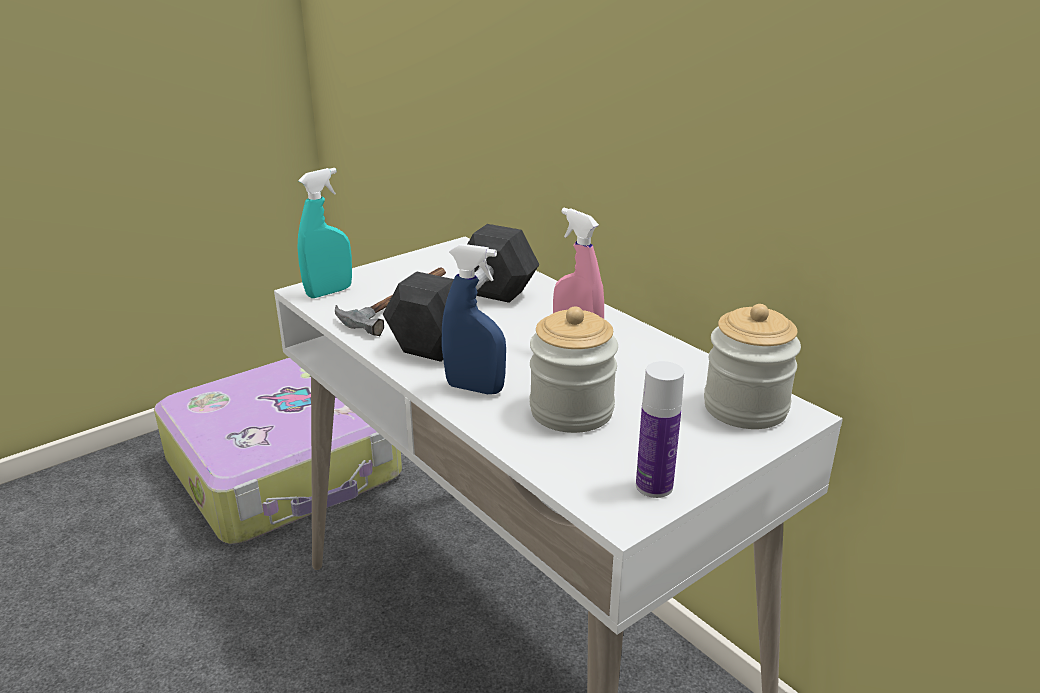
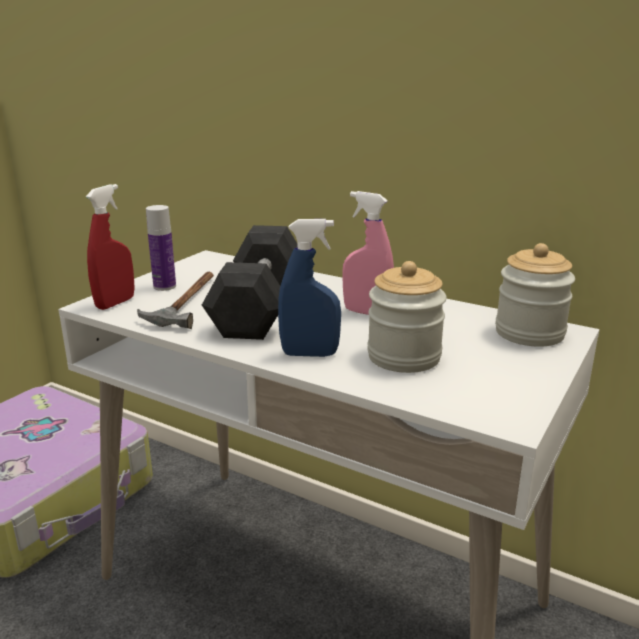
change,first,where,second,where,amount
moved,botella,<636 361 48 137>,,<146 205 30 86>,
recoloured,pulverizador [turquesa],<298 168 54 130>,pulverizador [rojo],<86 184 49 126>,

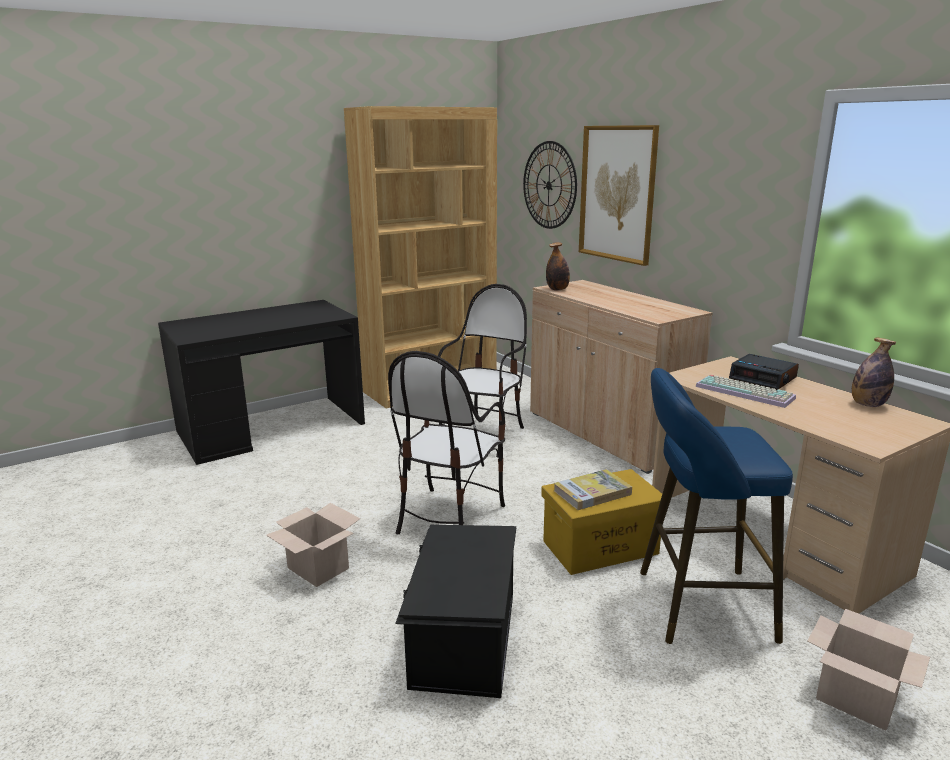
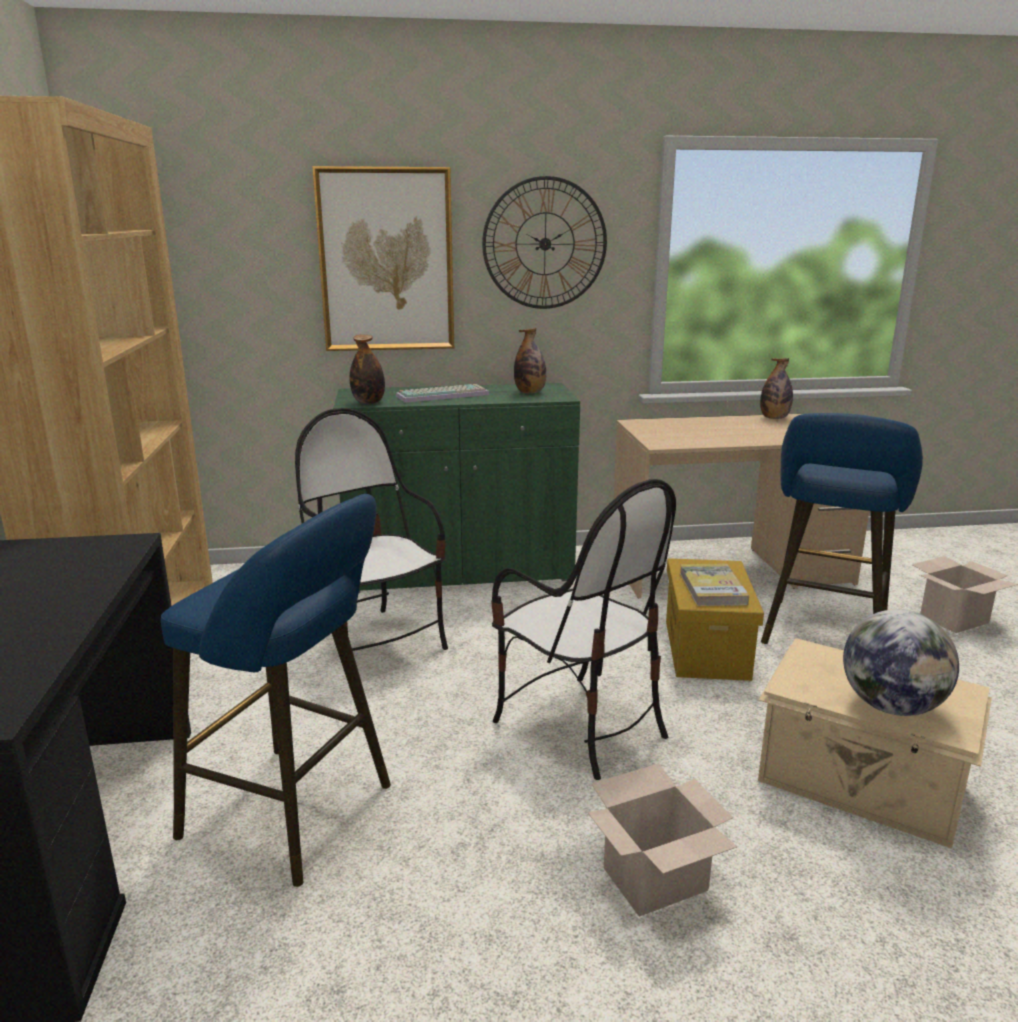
change,first,where,second,where,amount
removed,despertador,<729 354 70 36>,,,
added,,,taburete [azul],<161 494 230 393>,
added,,,botella,<514 328 32 65>,
added,,,globo terráqueo,<843 609 116 107>,
moved,reloj de pared,<523 141 54 88>,,<482 176 125 133>,
moved,teclado,<695 375 101 33>,,<396 384 93 19>,
recoloured,caja de almacenaje [negro],<395 525 121 173>,caja de almacenaje [beis],<758 638 234 210>,
recoloured,armario [beis],<530 280 183 194>,armario [verde],<333 383 247 210>,

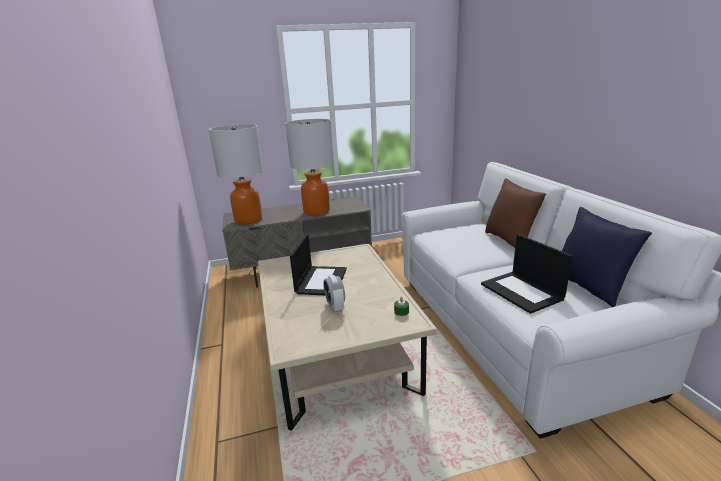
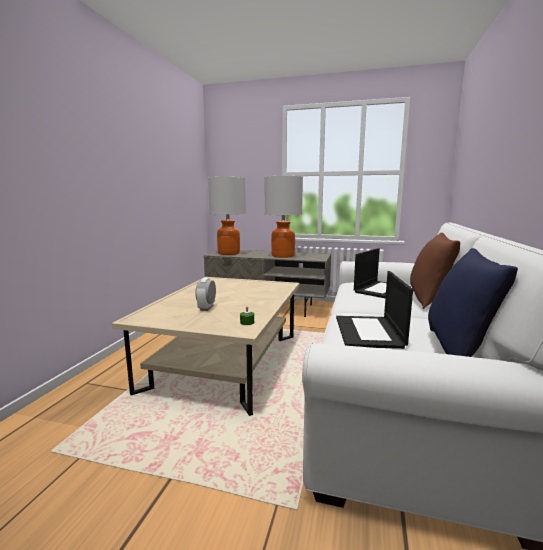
change,first,where,second,where,amount
moved,portátil,<290 234 57 61>,,<354 248 57 50>,

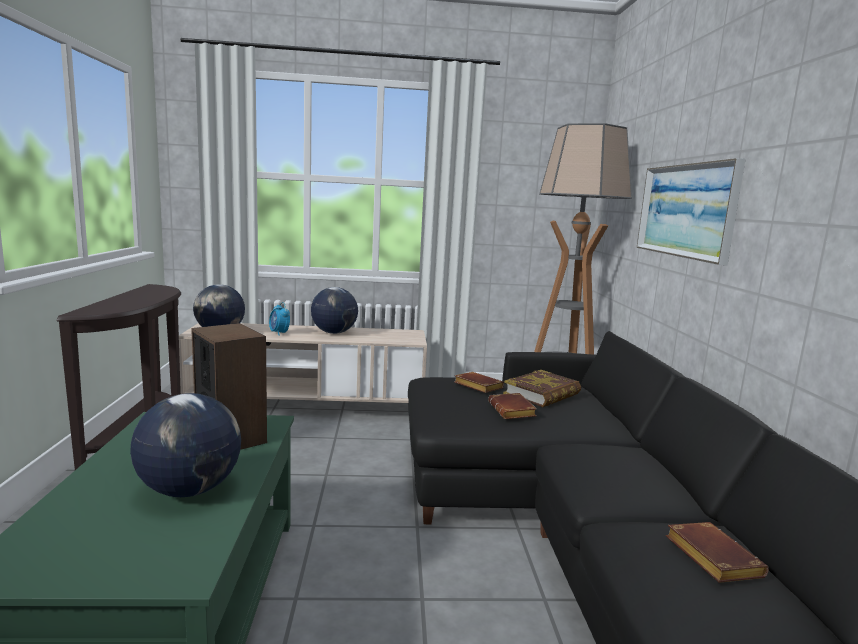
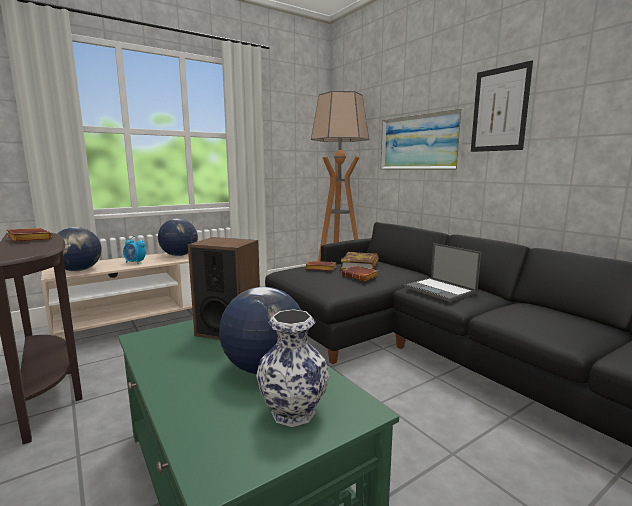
change,first,where,second,where,amount
added,,,florero,<256 309 74 118>,
added,,,portátil,<404 243 77 59>,
added,,,cuadro,<471 60 62 92>,
moved,libro [marrón],<666 522 103 61>,,<7 228 45 14>,

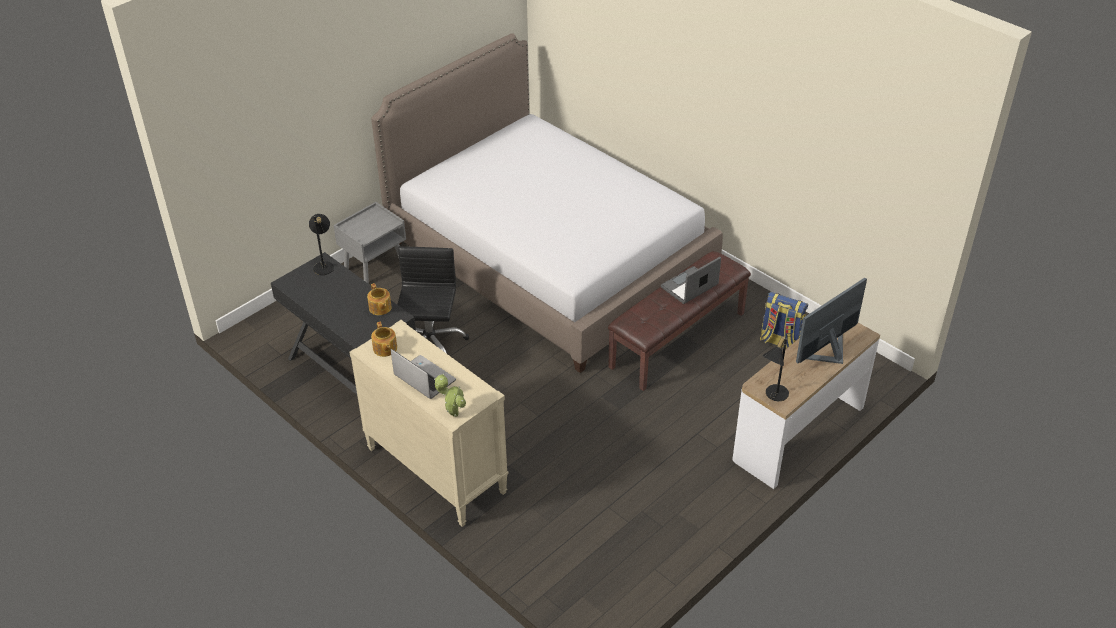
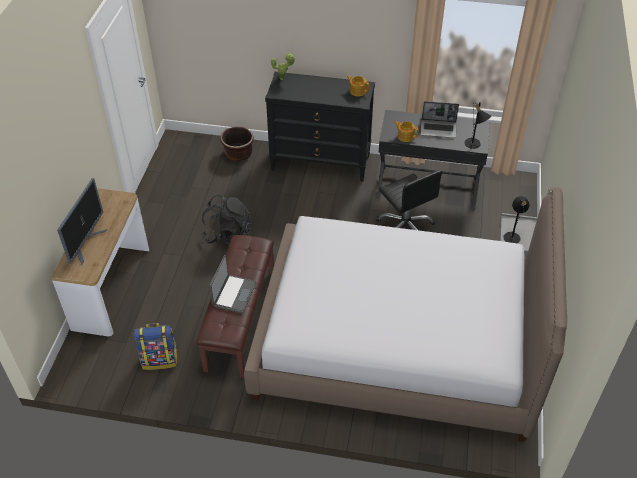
change,first,where,second,where,amount
added,,,mochila [negro],<201 194 52 51>,
added,,,maceta [marrón],<220 126 34 35>,
moved,portátil,<391 349 65 50>,,<421 101 38 37>,
moved,lámpara de mesa [negro],<762 336 27 65>,,<503 196 26 48>,
recoloured,cómoda [beis],<349 320 159 207>,cómoda [negro],<265 72 110 109>,

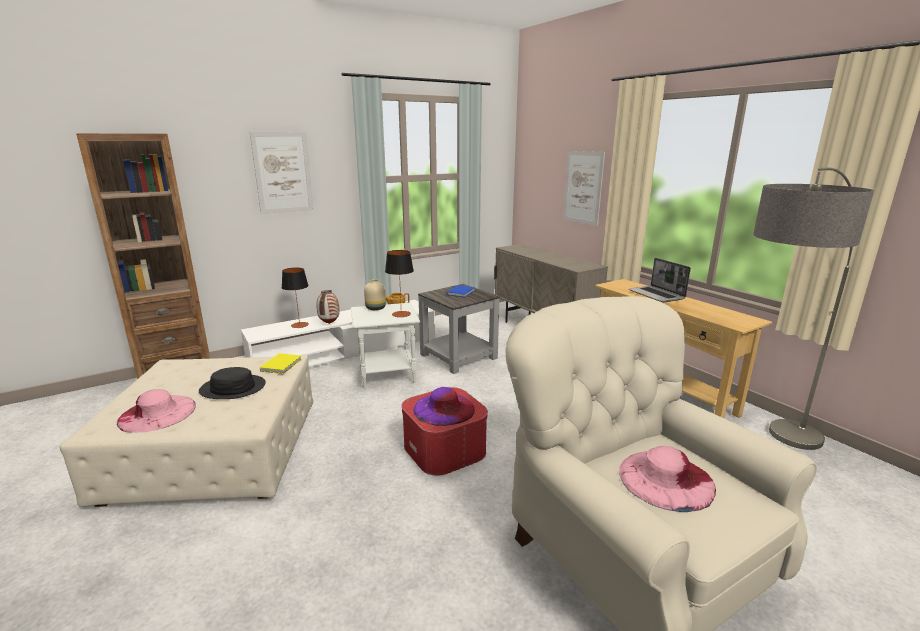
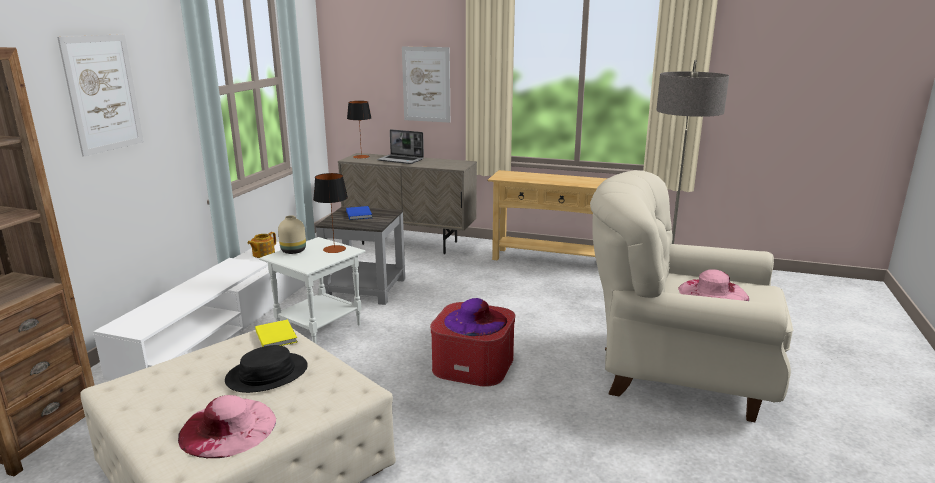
change,first,where,second,where,amount
removed,florero,<316 290 24 34>,,,
moved,lámpara de mesa,<282 268 27 60>,,<347 101 24 58>,
moved,portátil,<629 258 62 45>,,<377 129 47 35>,

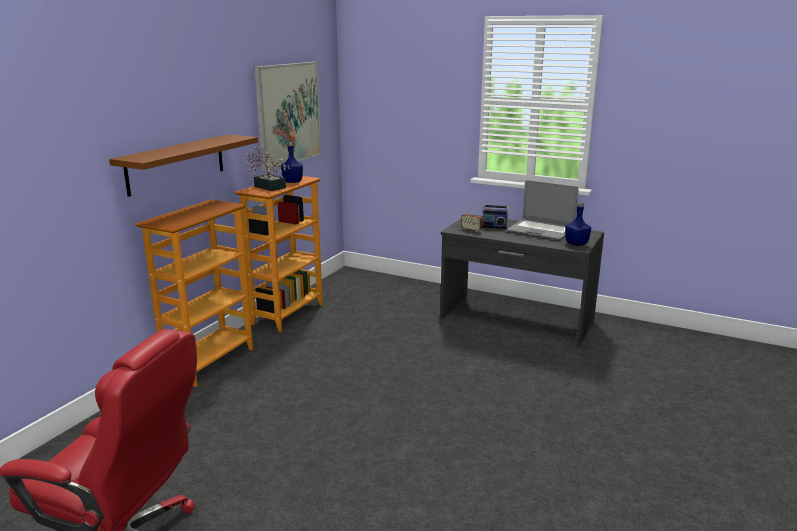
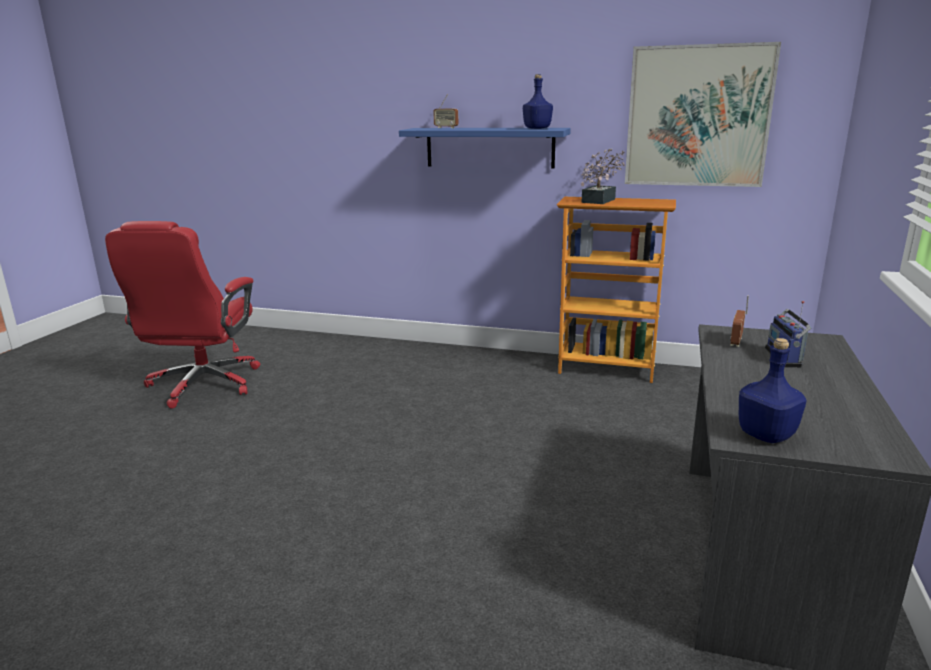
change,first,where,second,where,amount
removed,estantería,<135 199 118 188>,,,
removed,portátil,<507 180 72 60>,,,
added,,,radio,<433 94 26 34>,
moved,botella [azul],<281 142 22 41>,,<523 74 30 55>,
recoloured,estante [marrón],<109 134 149 63>,estante [azul],<399 128 172 40>,

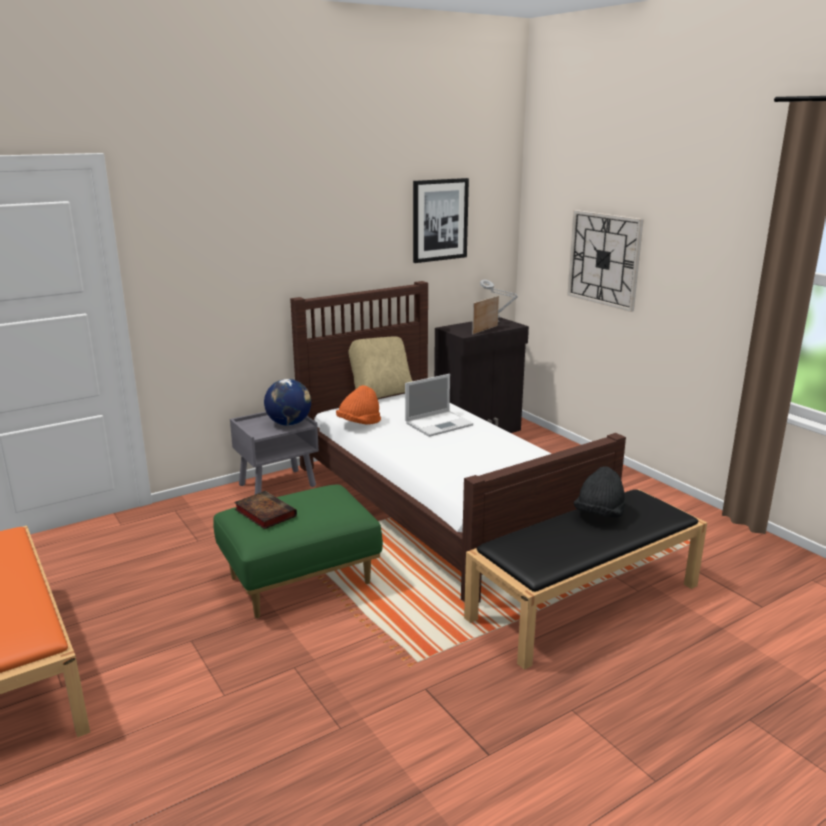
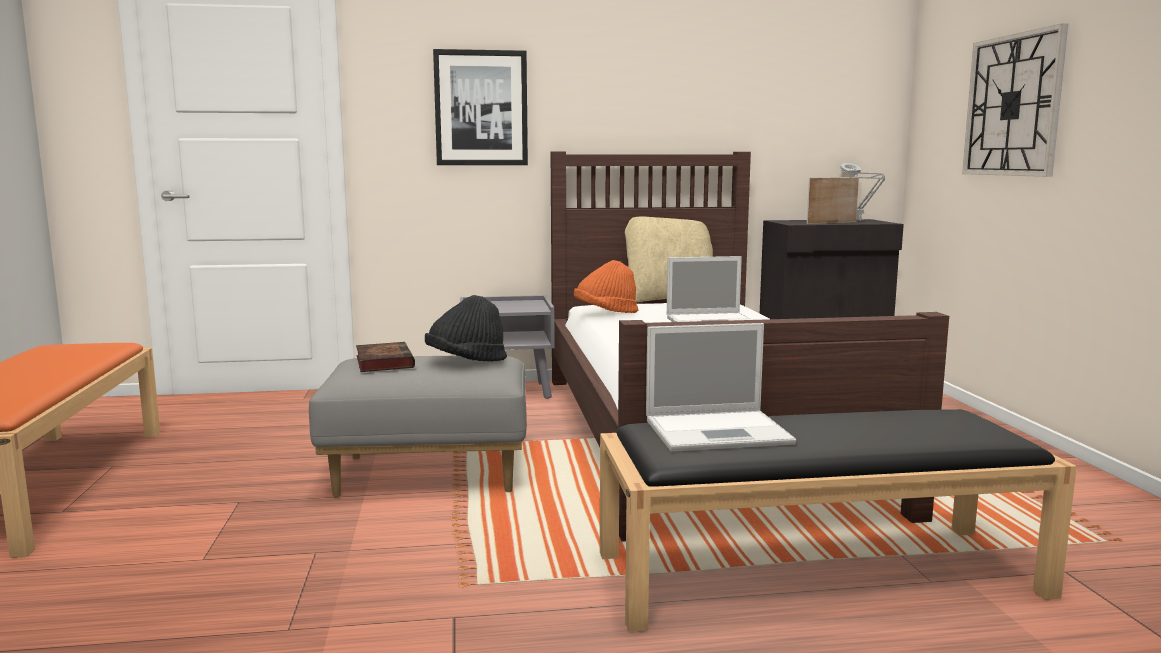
change,first,where,second,where,amount
removed,globo terráqueo,<264 379 47 47>,,,
added,,,portátil,<646 323 150 128>,
moved,cuadro,<413 178 56 85>,,<433 49 95 116>,
moved,sombrero [negro],<574 466 51 52>,,<425 295 82 67>,
recoloured,puf [verde],<213 485 170 133>,puf [gris],<309 355 218 143>,

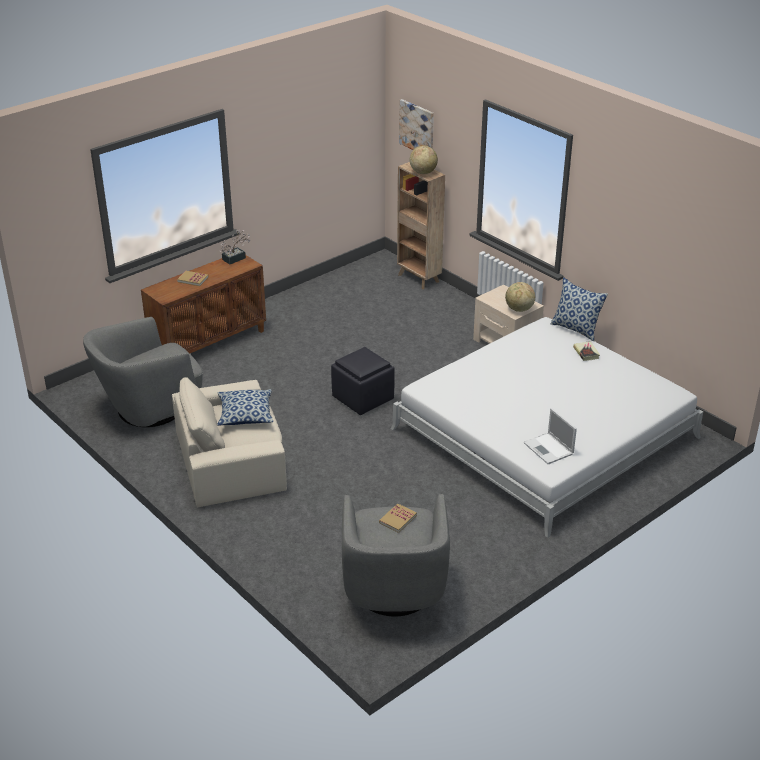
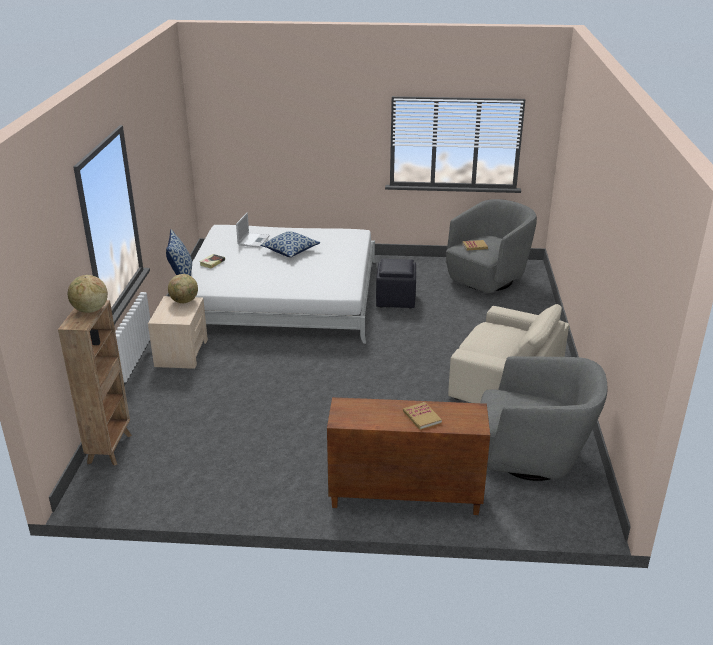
change,first,where,second,where,amount
removed,planta en maceta,<220 230 30 34>,,,
removed,cuadro,<399 99 35 51>,,,
moved,cojín,<217 389 56 37>,,<260 231 61 26>,
moved,puf [negro],<331 347 64 68>,,<376 259 40 50>,
moved,portátil,<524 408 53 56>,,<236 213 34 35>,

